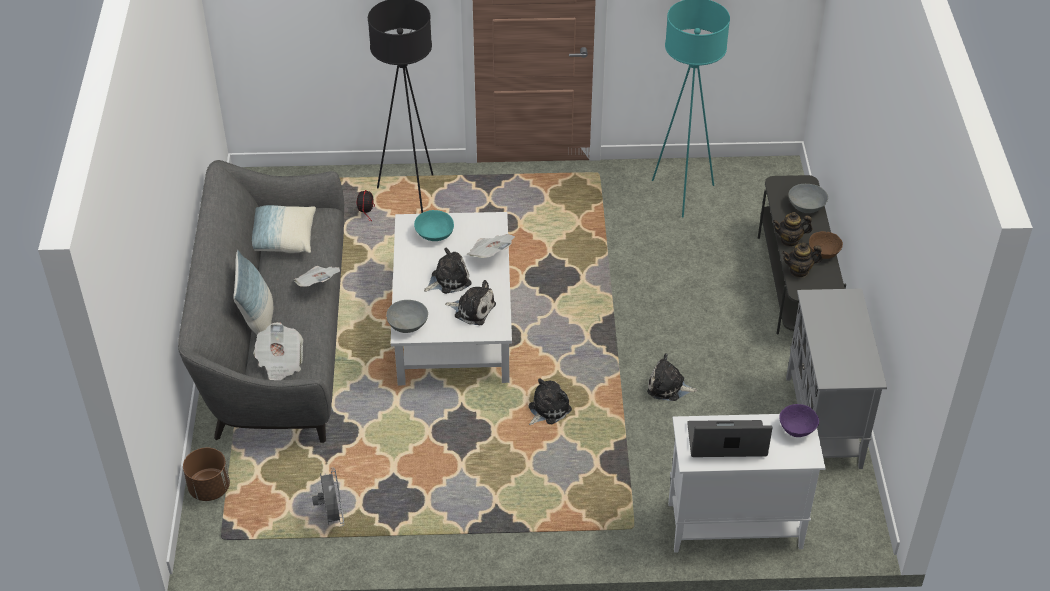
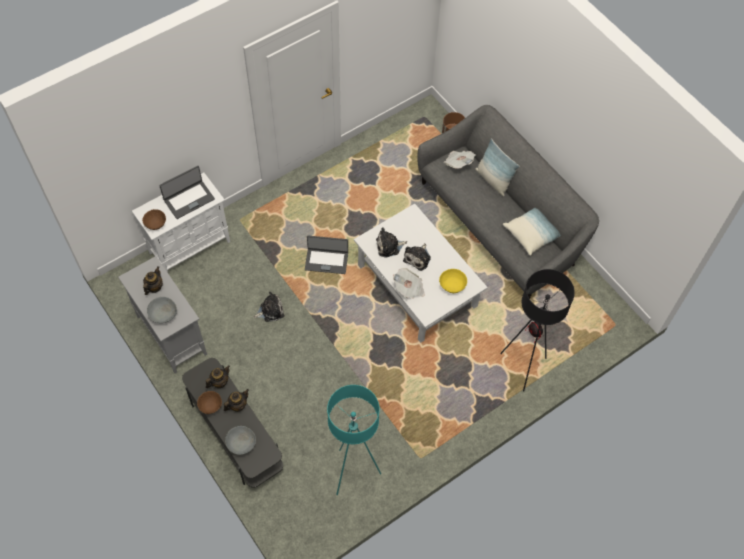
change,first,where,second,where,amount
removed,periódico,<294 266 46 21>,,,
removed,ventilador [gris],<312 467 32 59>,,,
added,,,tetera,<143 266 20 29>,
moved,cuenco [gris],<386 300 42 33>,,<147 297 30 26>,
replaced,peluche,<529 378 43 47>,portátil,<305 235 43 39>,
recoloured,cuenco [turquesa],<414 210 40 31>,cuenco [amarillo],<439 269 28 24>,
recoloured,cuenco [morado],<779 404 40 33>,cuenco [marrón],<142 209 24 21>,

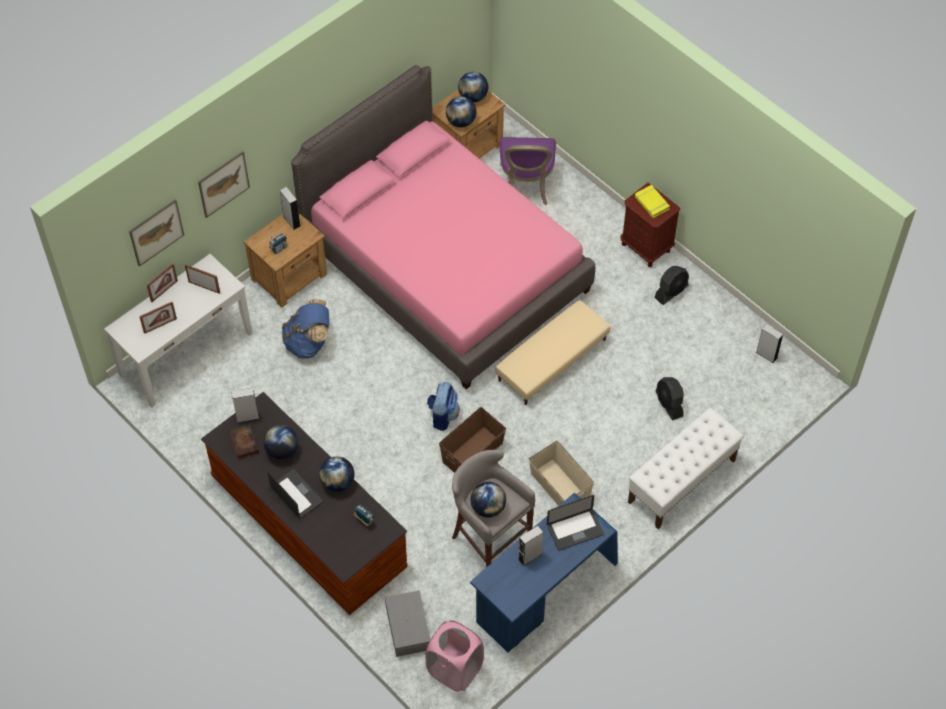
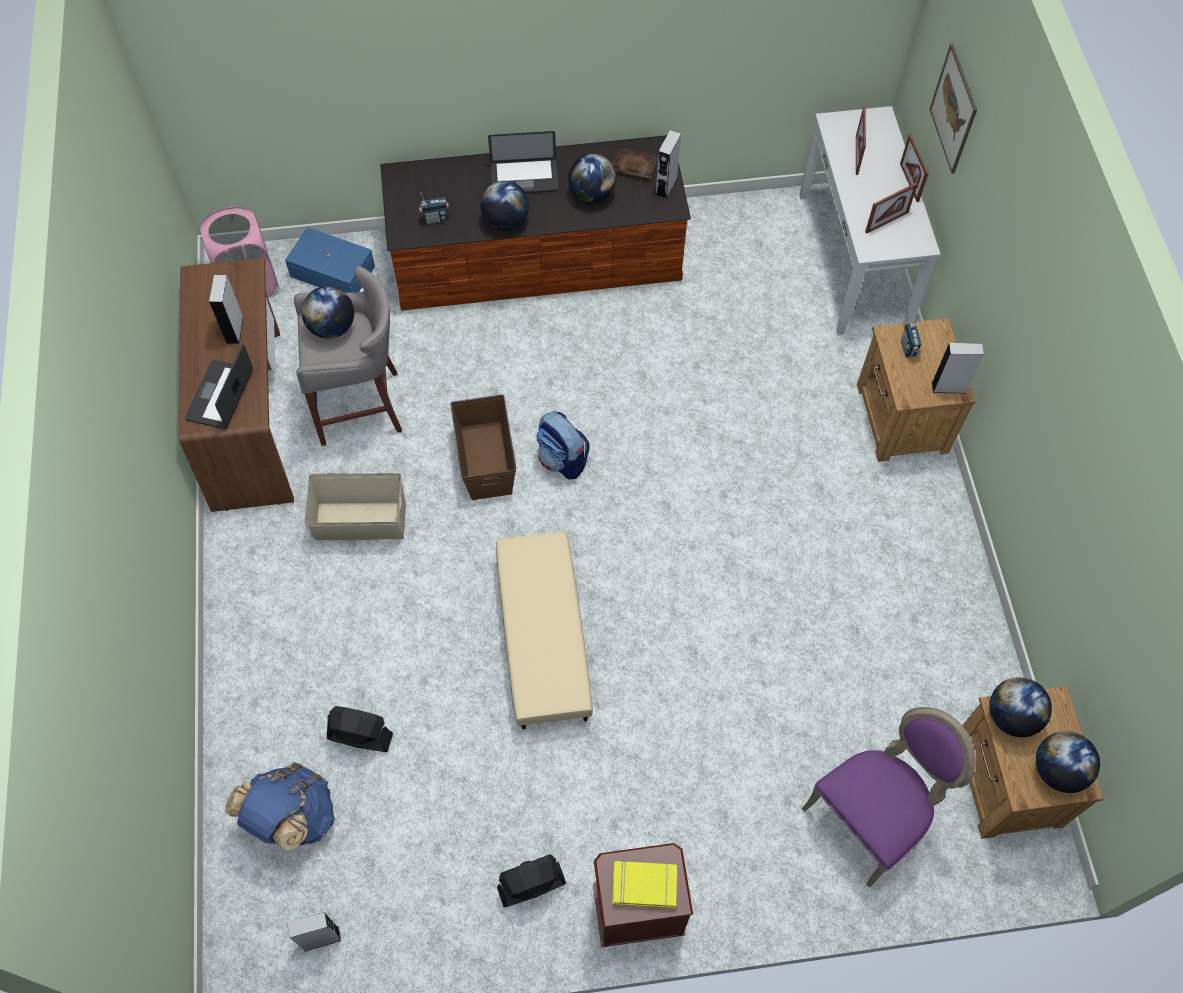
change,first,where,second,where,amount
removed,cuadro,<198 151 52 67>,,,
removed,cama [rosa],<291 65 304 324>,,,
removed,banco [blanco],<628 408 116 121>,,,
moved,mochila [azul],<282 299 48 59>,,<225 763 110 88>,
recoloured,caja de almacenaje [gris],<385 590 46 67>,caja de almacenaje [azul],<285 227 90 65>,
recoloured,escritorio [azul],<470 493 148 160>,escritorio [marrón],<178 258 116 254>,
turned,silla [morado],<500 137 56 68>,,<802 707 174 181>,105 degrees clockwise
turned,ventilador [negro],<654 266 35 39>,,<497 854 69 53>,75 degrees clockwise

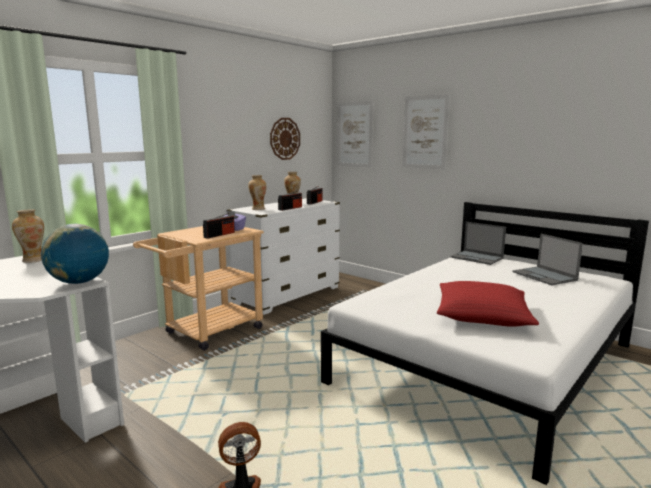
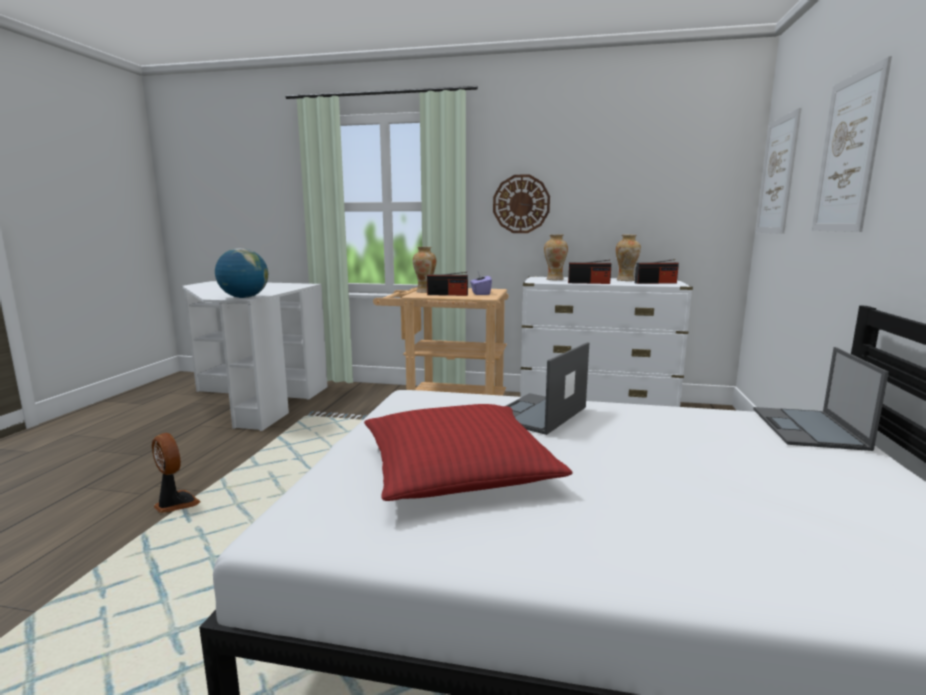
change,first,where,second,where,amount
moved,florero,<12 209 32 54>,,<413 247 23 46>,
moved,reloj de pared,<270 118 30 42>,,<493 174 57 59>,
moved,portátil,<512 234 71 51>,,<506 342 83 93>,

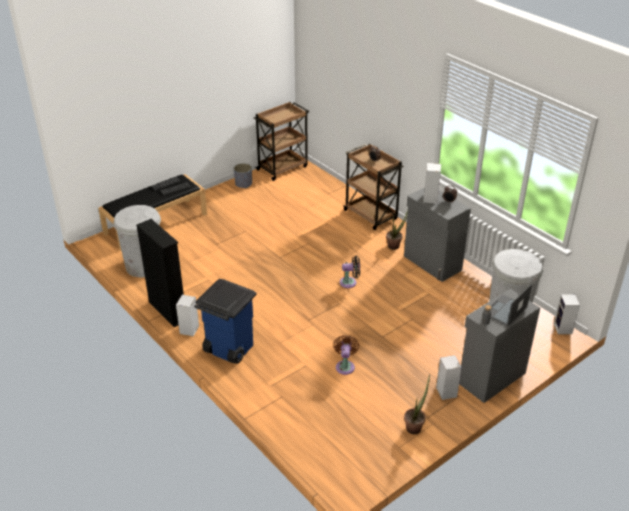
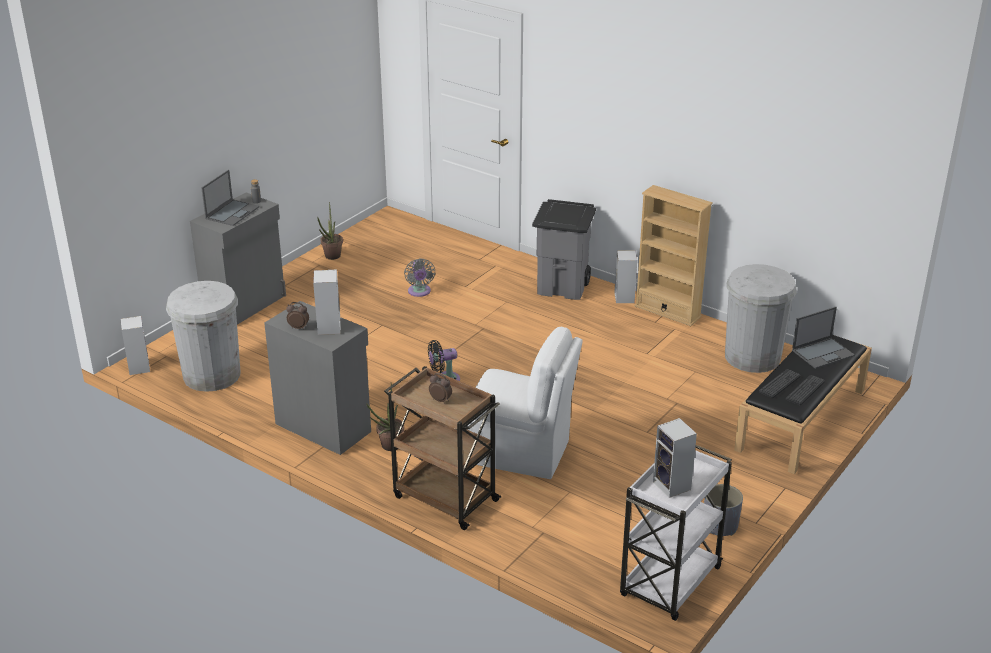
change,first,where,second,where,amount
added,,,silla [blanco],<467 326 116 153>,
added,,,portátil,<792 307 63 62>,
moved,altavoz,<436 355 26 45>,,<653 418 44 80>,
recoloured,estantería [negro],<136 219 48 108>,estantería [beis],<634 185 79 141>,
recoloured,papelera [azul],<194 279 63 85>,papelera [gris],<532 199 64 101>,
recoloured,carrito [marrón],<254 102 55 79>,carrito [blanco],<620 445 112 176>,
recoloured,ventilador [marrón],<333 335 26 40>,ventilador [gris],<404 258 31 39>,

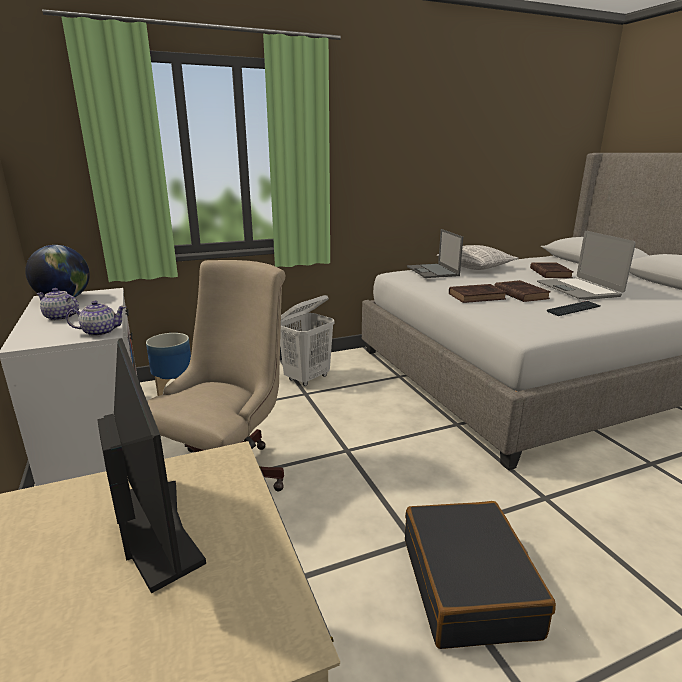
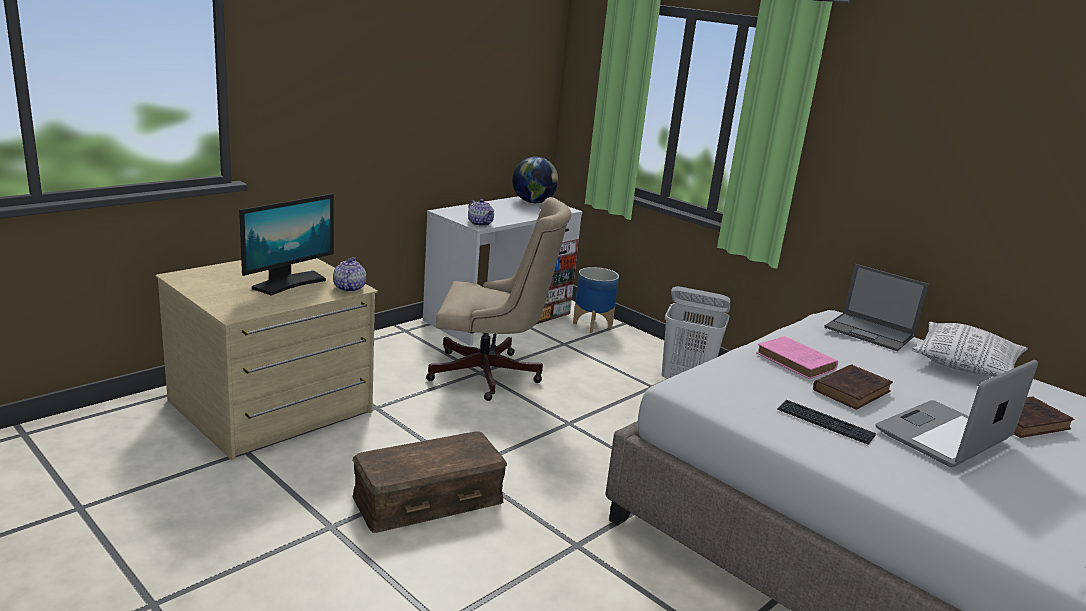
change,first,where,second,where,amount
moved,tetera,<36 288 43 33>,,<333 257 33 35>,
replaced,maleta [negro],<405 501 151 148>,caja de almacenaje [marrón],<352 432 155 101>,
recoloured,libro [marrón],<449 284 58 19>,libro [rosa],<756 336 82 43>,
turned,portátil,<407 229 56 49>,,<824 264 105 87>,105 degrees counterclockwise

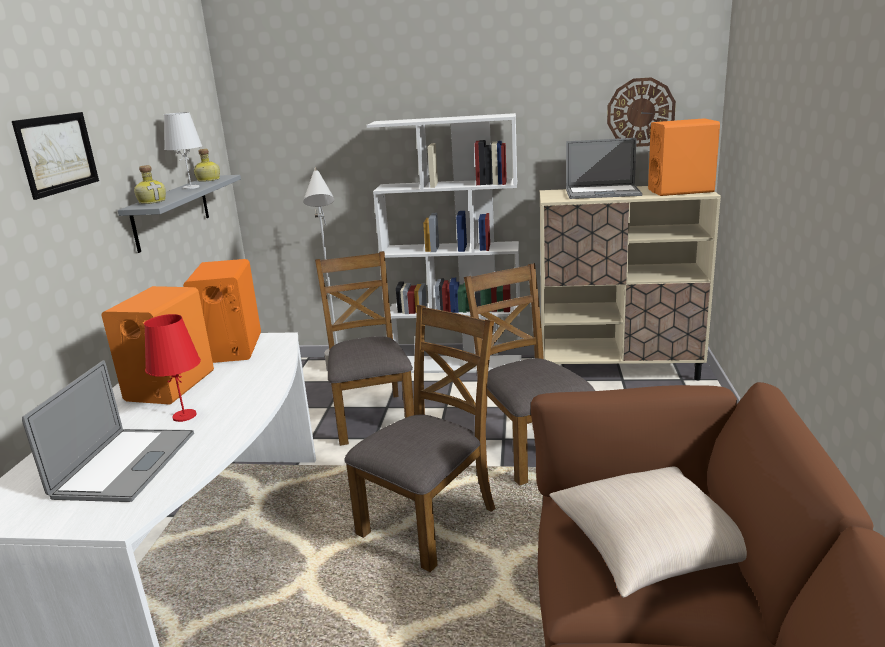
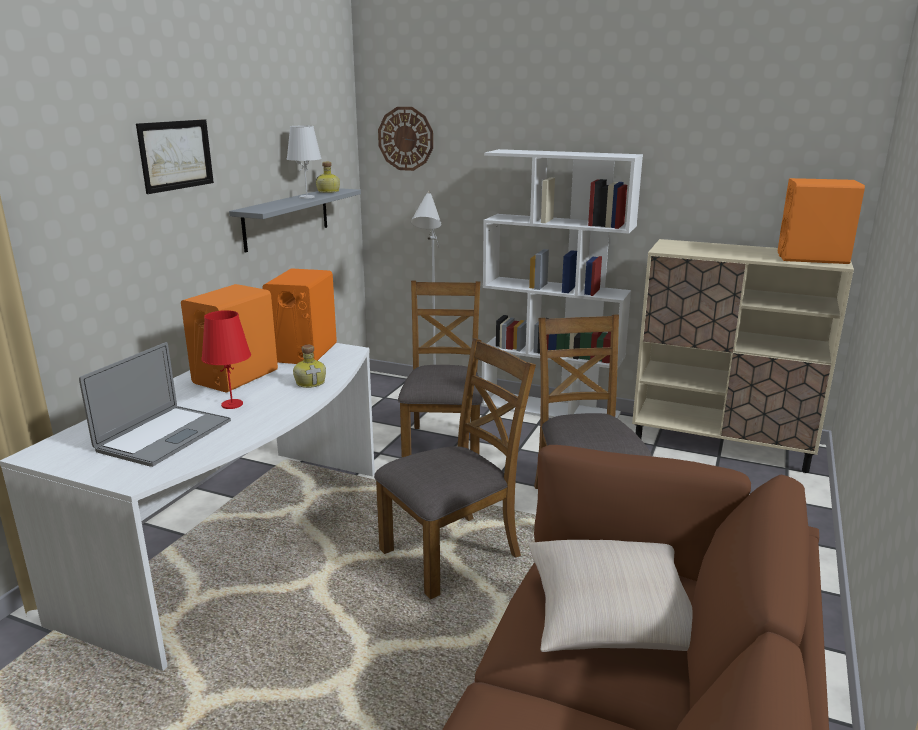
change,first,where,second,where,amount
removed,portátil,<566 138 76 61>,,,
moved,botella,<134 165 32 39>,,<293 345 33 43>,
moved,reloj de pared,<607 77 69 70>,,<378 107 55 64>,

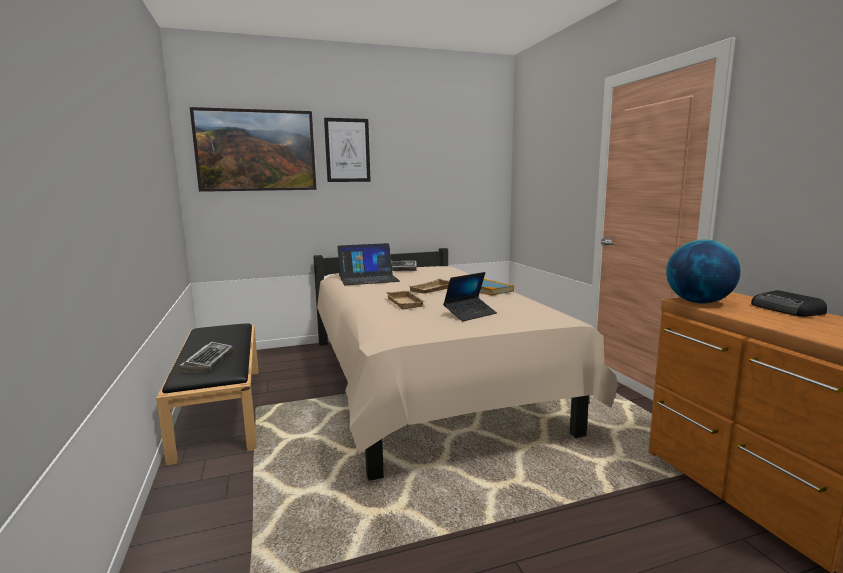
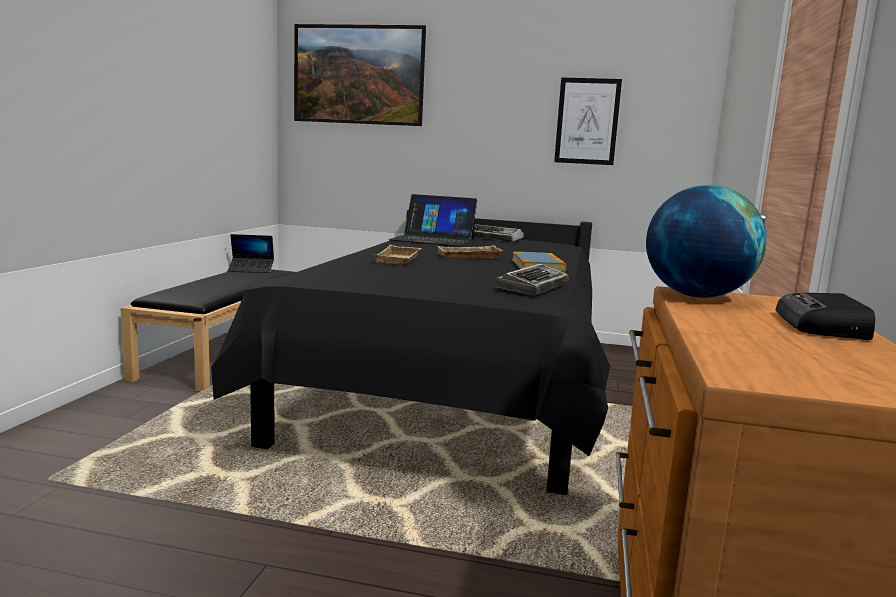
change,first,where,second,where,amount
moved,teclado,<178 342 55 31>,,<495 264 74 32>,
moved,cuadro,<324 118 47 64>,,<554 78 68 87>,
moved,portátil,<443 272 54 49>,,<228 234 46 39>,
recoloured,cama [beis],<313 248 305 233>,cama [negro],<211 210 399 285>,

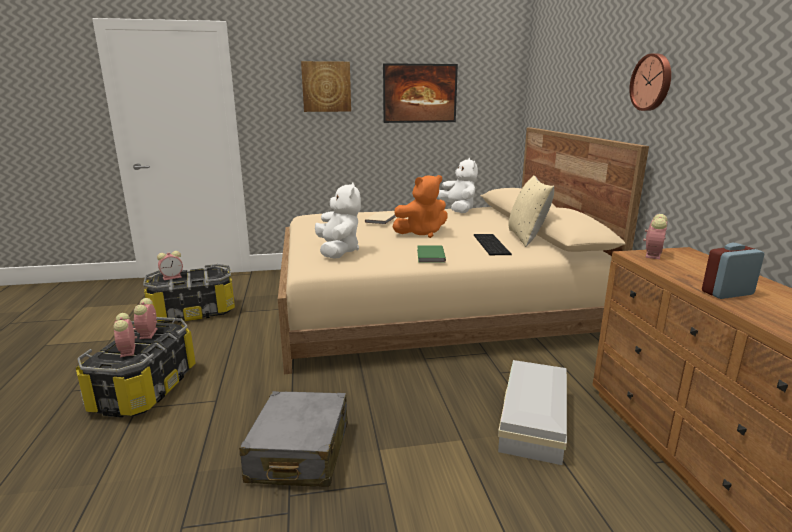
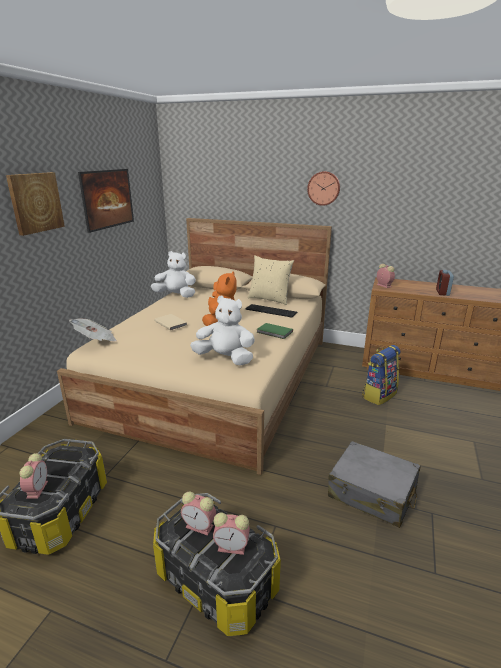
change,first,where,second,where,amount
added,,,periódico,<69 319 47 22>,
replaced,caja de almacenaje [blanco],<498 360 69 105>,mochila,<362 345 39 60>,

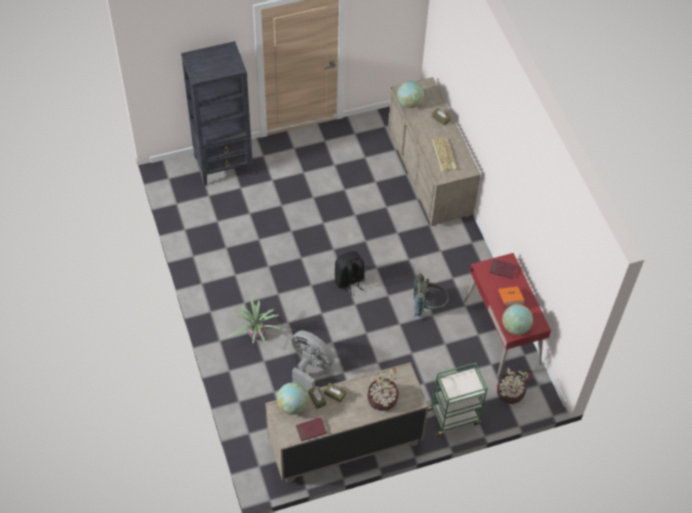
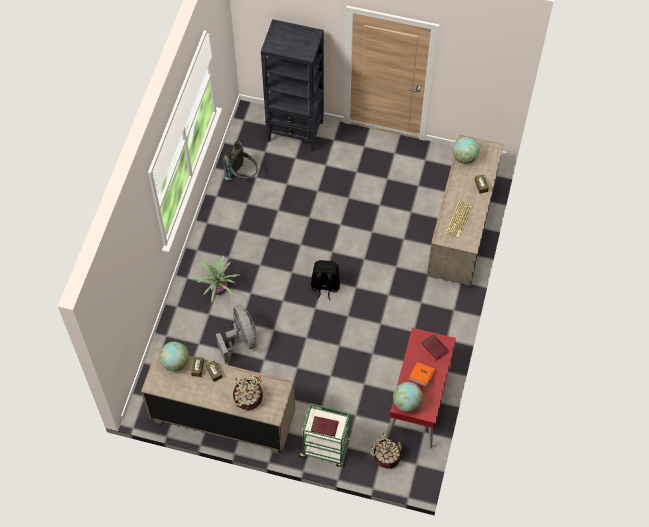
change,first,where,second,where,amount
moved,libro [rojo],<296 417 31 24>,,<311 416 28 21>,
moved,mochila [gris],<413 273 36 46>,,<223 141 35 39>,

